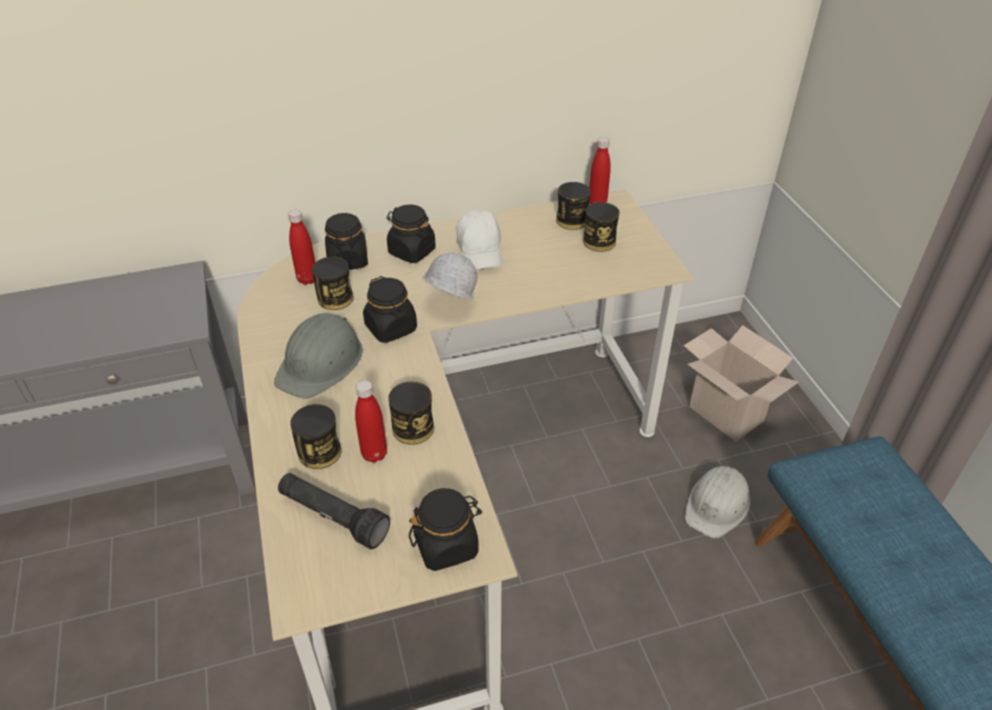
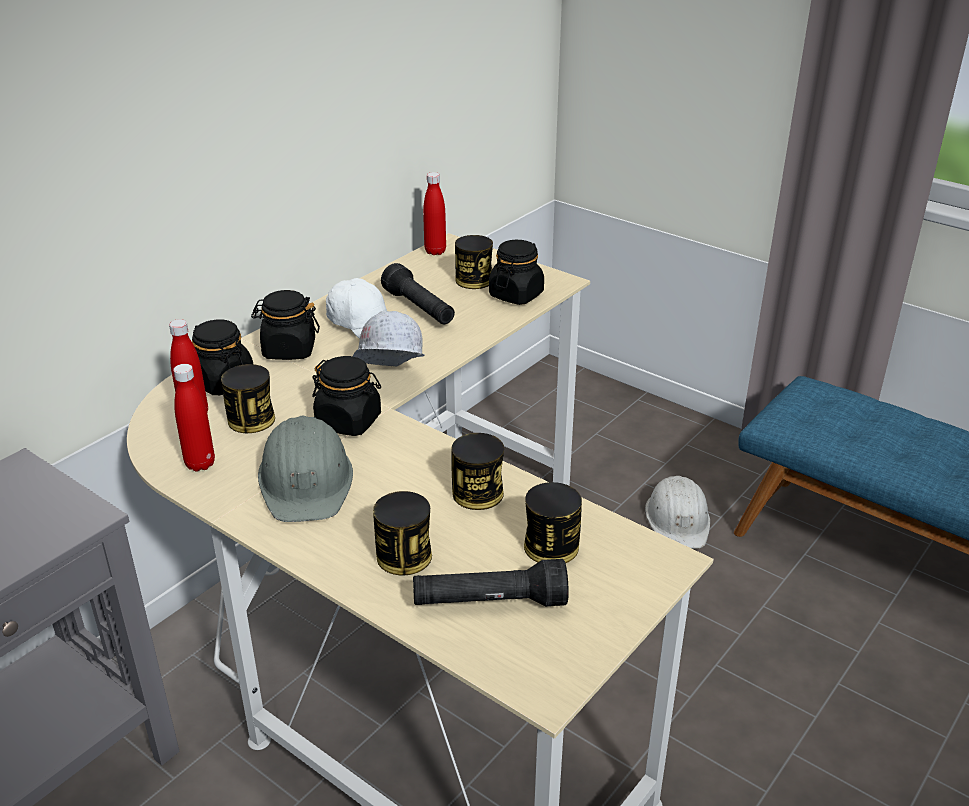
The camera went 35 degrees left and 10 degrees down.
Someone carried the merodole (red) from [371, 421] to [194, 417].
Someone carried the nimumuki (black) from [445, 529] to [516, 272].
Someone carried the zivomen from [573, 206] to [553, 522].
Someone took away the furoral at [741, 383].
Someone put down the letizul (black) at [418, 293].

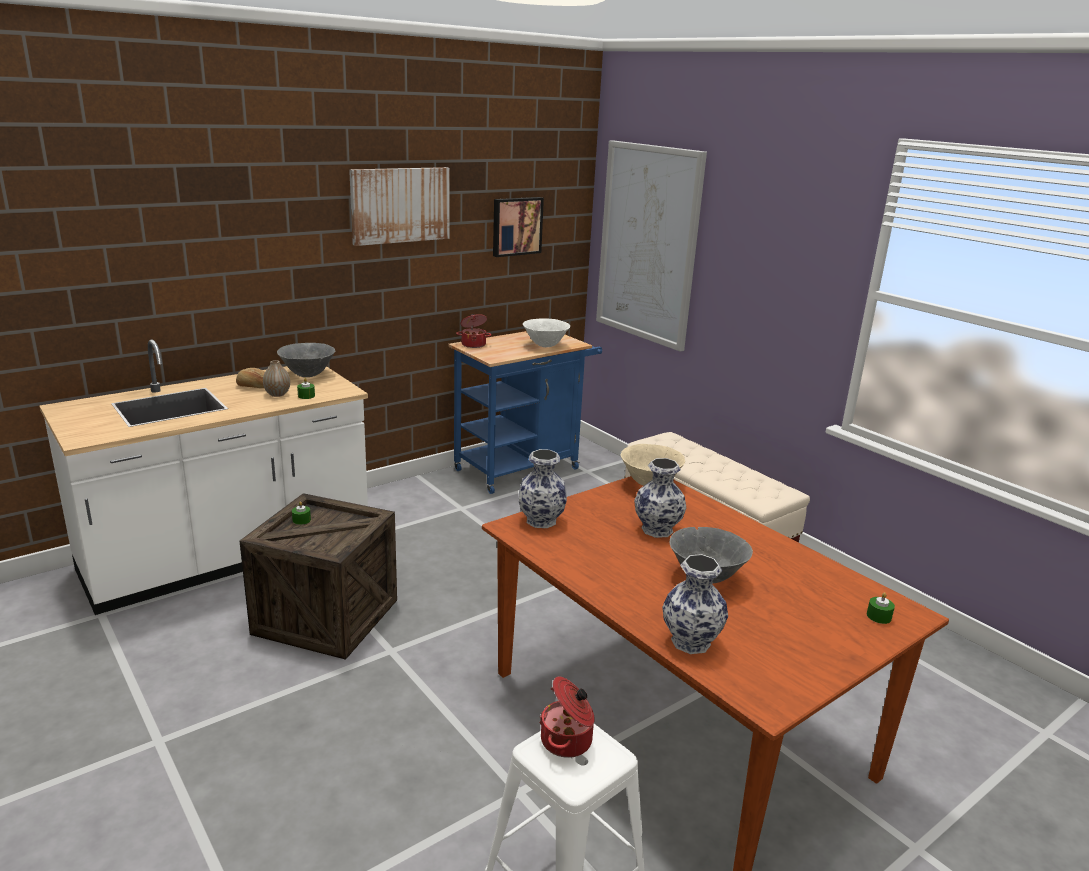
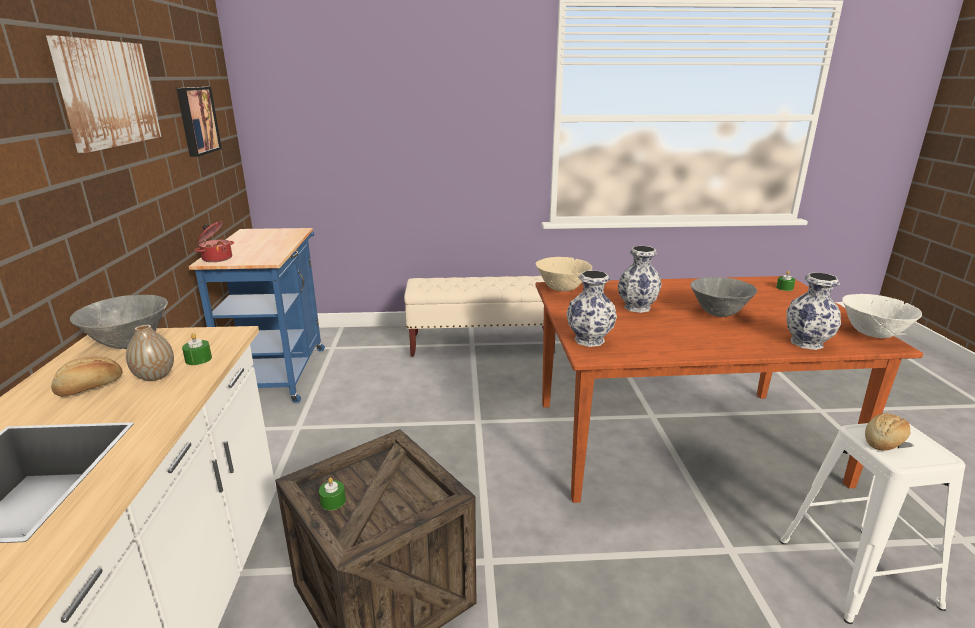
The camera went 55 degrees left and 0 degrees up.
Someone carried the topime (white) from [546, 332] to [882, 316].
Someone swapped the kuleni at [567, 717] for the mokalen at [887, 432].
Someone took away the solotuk at [651, 246].

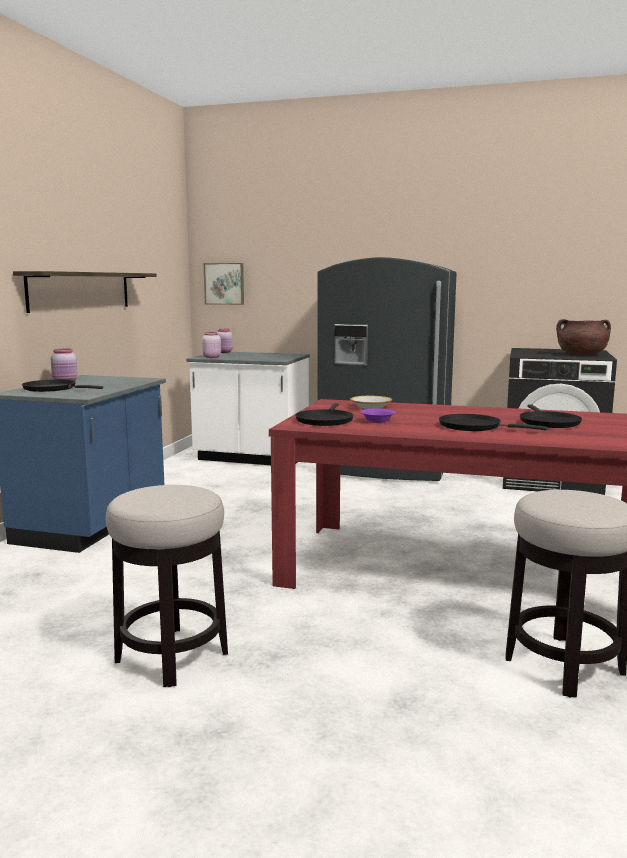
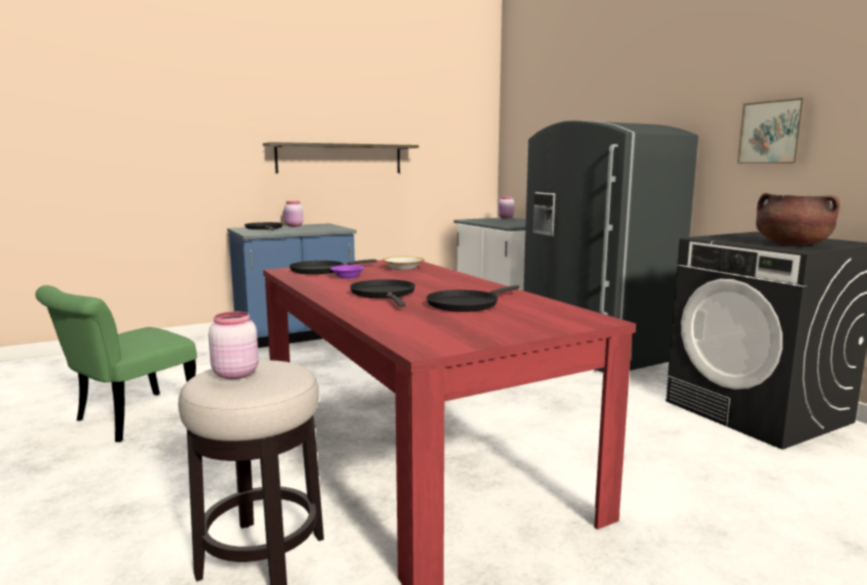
The camera went 45 degrees right and 0 degrees up.
Someone swapped the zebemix at [167, 586] for the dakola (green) at [116, 363].
Someone carried the nimumuki (pink) from [211, 345] to [233, 345].
Someone carried the solotuk from [224, 284] to [772, 131].

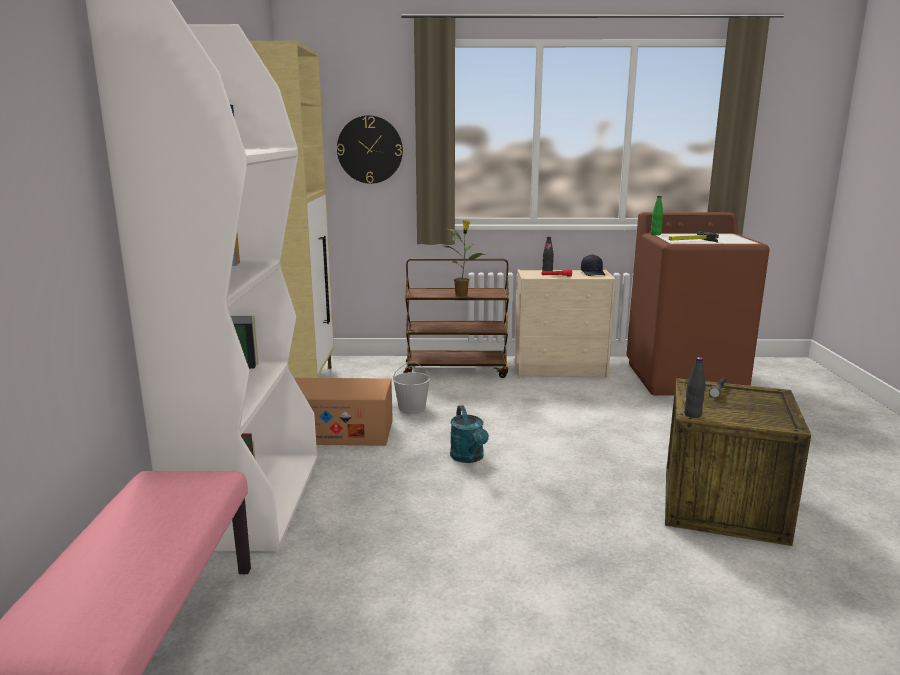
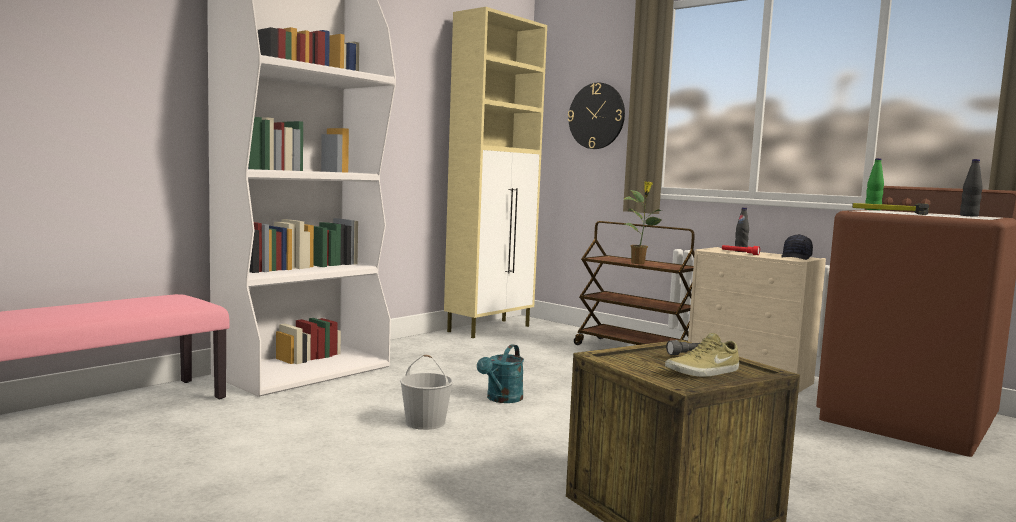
The camera went 40 degrees right and 10 degrees down.
Someone took away the furoral at [344, 412].
Someone carried the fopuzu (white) from [411, 387] to [426, 392].
Someone carried the merodole (black) from [695, 387] to [971, 188].
Someone put down the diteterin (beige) at [702, 355].

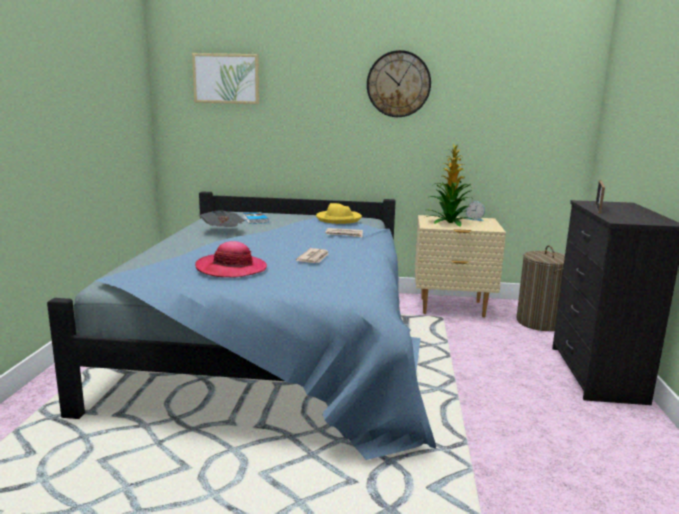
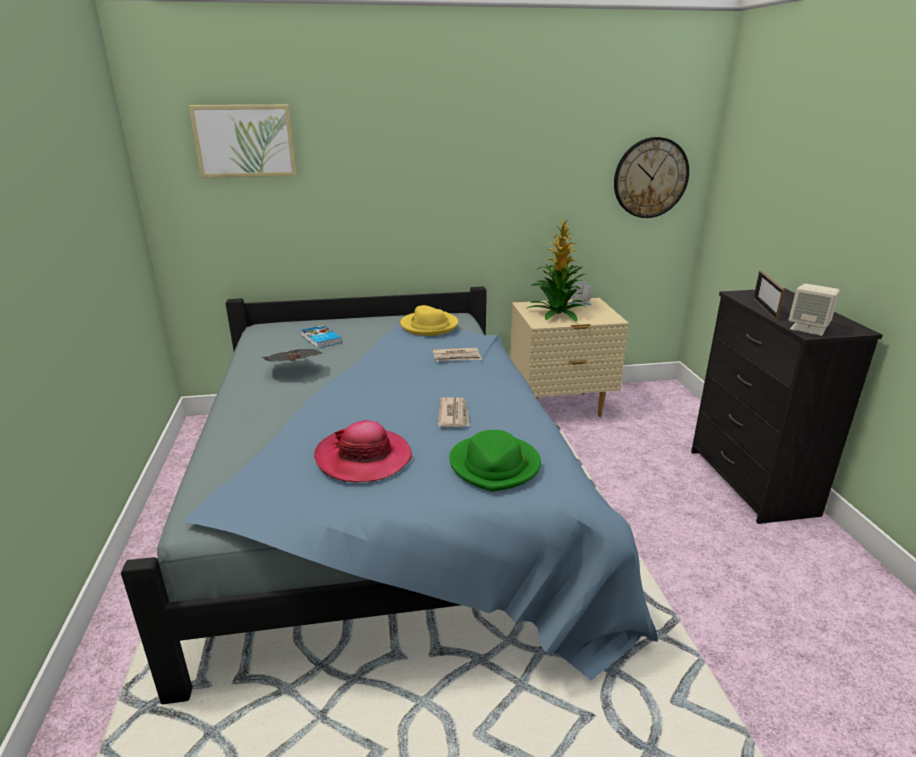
The camera went 15 degrees left and 10 degrees up.
Someone carried the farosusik from [399, 83] to [651, 177].
Someone took away the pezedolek at [541, 288].
Someone put down the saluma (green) at [495, 460].
Someone put down the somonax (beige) at [814, 310].

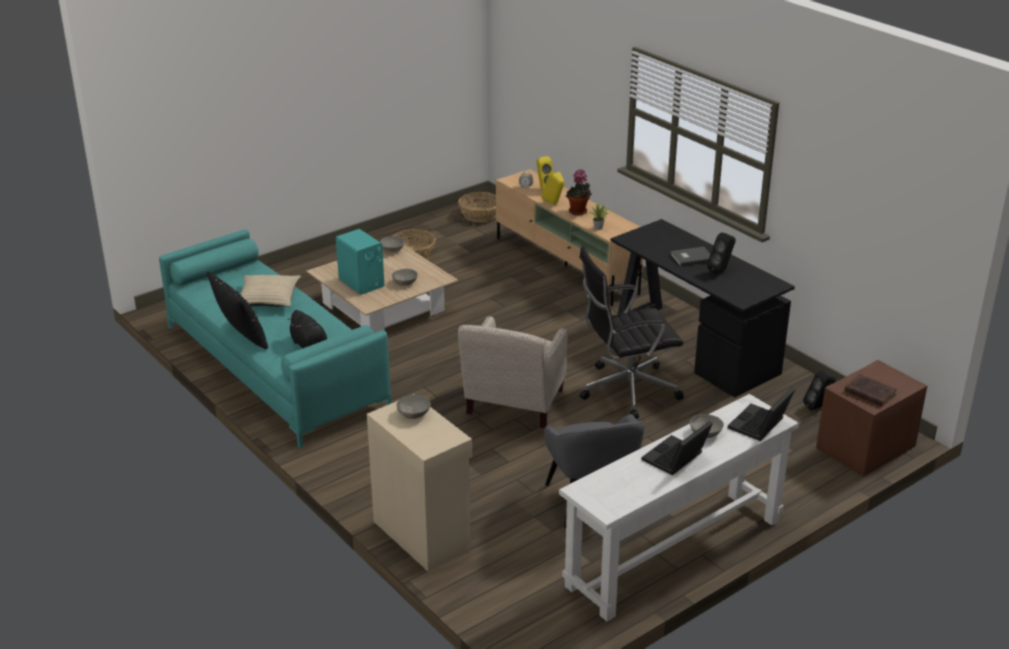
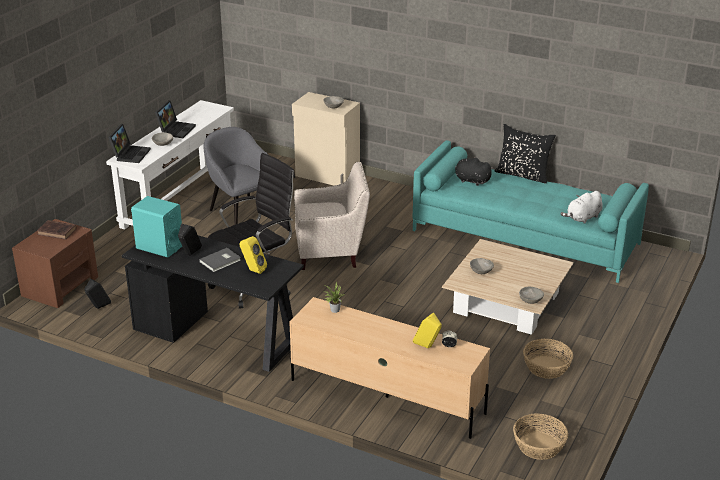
The camera went 155 degrees right and 0 degrees up.
Someone took away the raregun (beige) at [271, 291].
Someone carried the somonax (turquoise) from [360, 262] to [156, 227].
Someone rotated the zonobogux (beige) at [513, 372] by 90 degrees clockwise.
Someone carried the somonax (yellow) from [553, 188] to [253, 255].
Someone took away the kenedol at [579, 192].
Someone put down the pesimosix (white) at [582, 207].

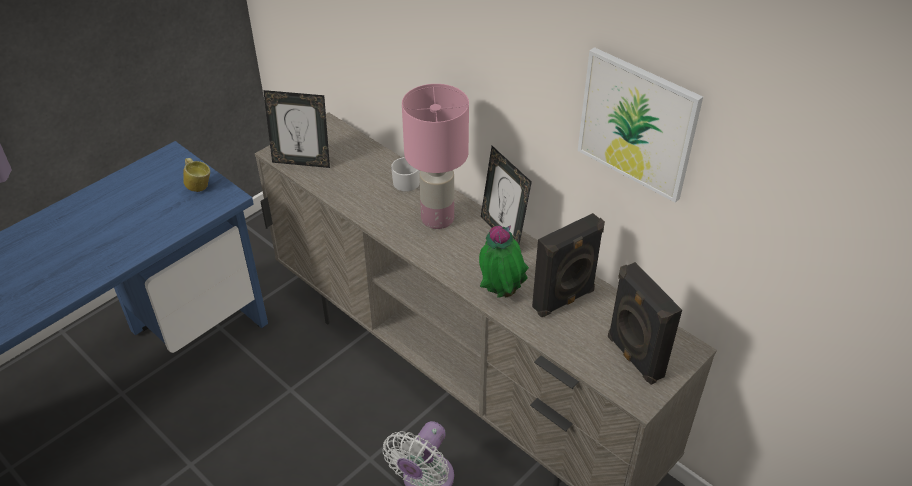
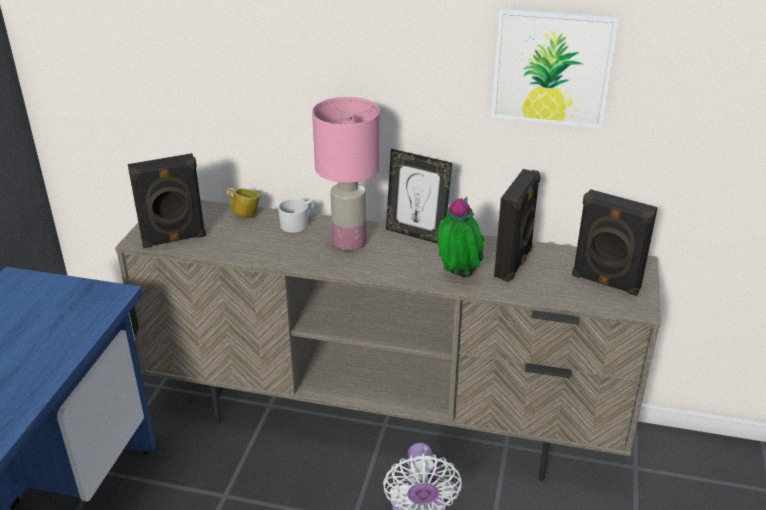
The camera went 30 degrees left and 10 degrees down.
Someone carried the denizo from [196, 175] to [243, 203].
Someone swapped the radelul at [296, 129] for the somonax (black) at [167, 200].

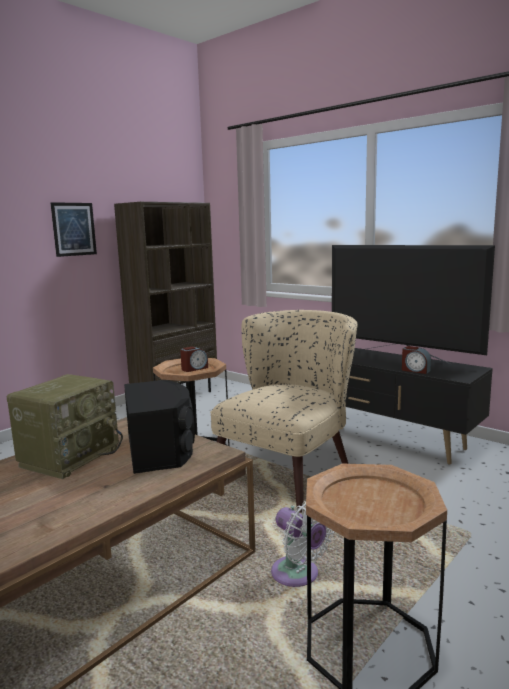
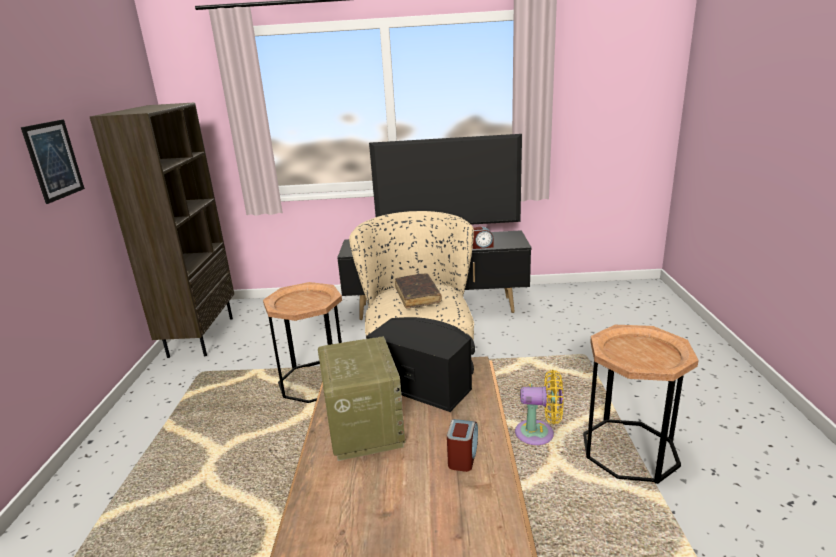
The camera went 40 degrees left and 10 degrees up.
Someone carried the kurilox from [194, 359] to [462, 445].
Someone repainted the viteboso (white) at [302, 544], which became the viteboso (yellow) at [539, 407].
Someone put down the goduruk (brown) at [418, 291].

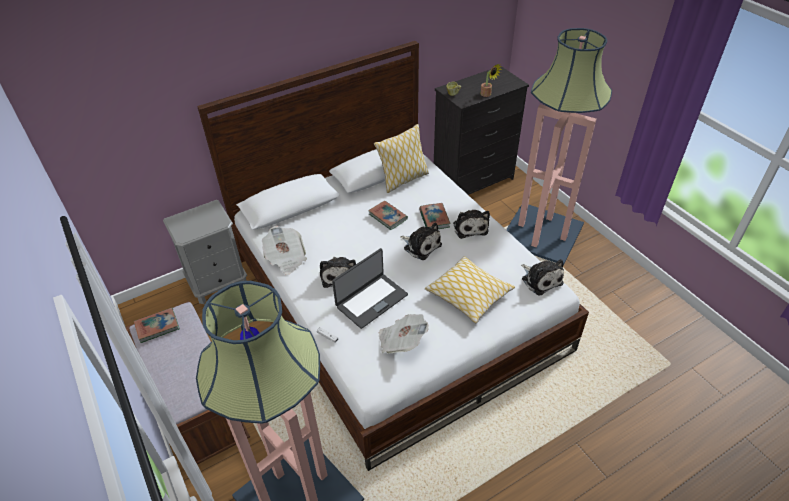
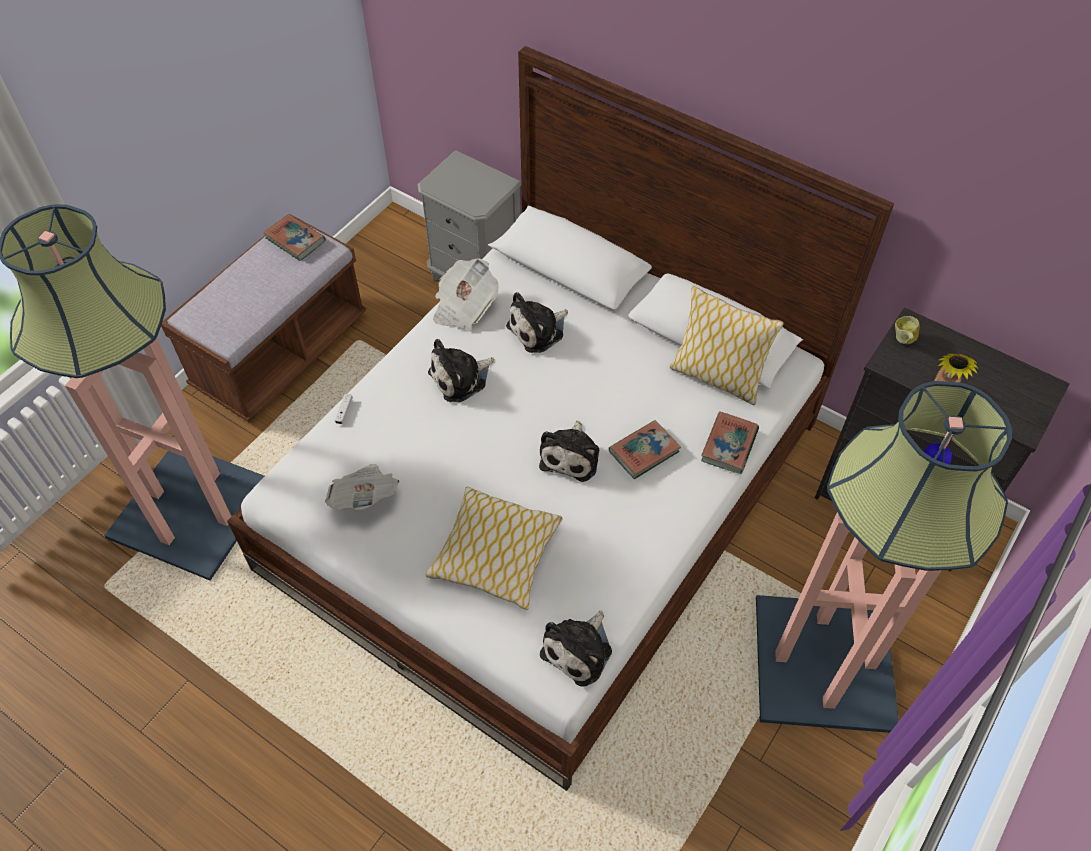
The camera went 65 degrees right and 10 degrees up.
Someone took away the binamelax at [370, 288].
Someone carried the goduruk from [388, 215] to [730, 442].
Someone carried the pesimosix from [471, 224] to [537, 322].

